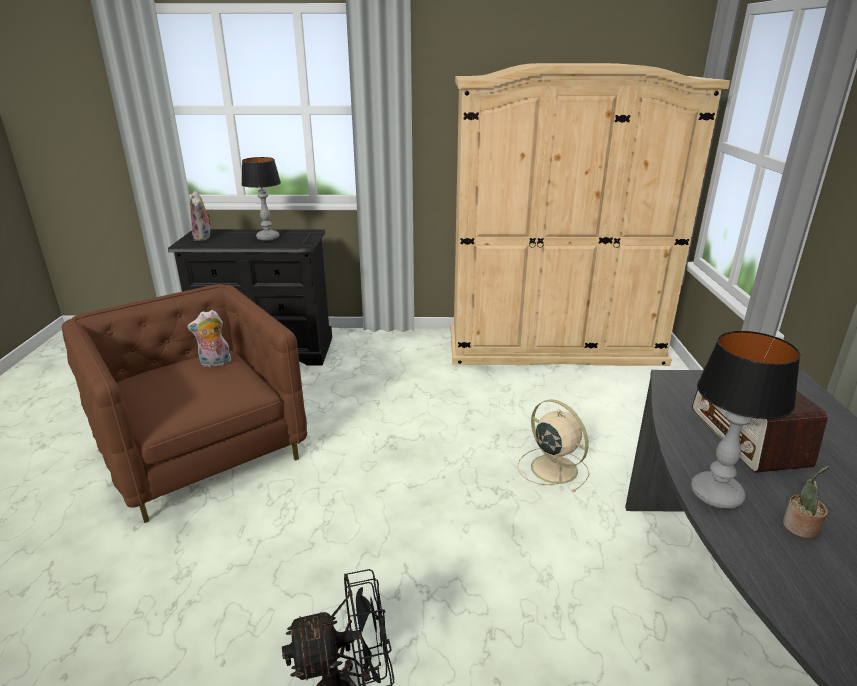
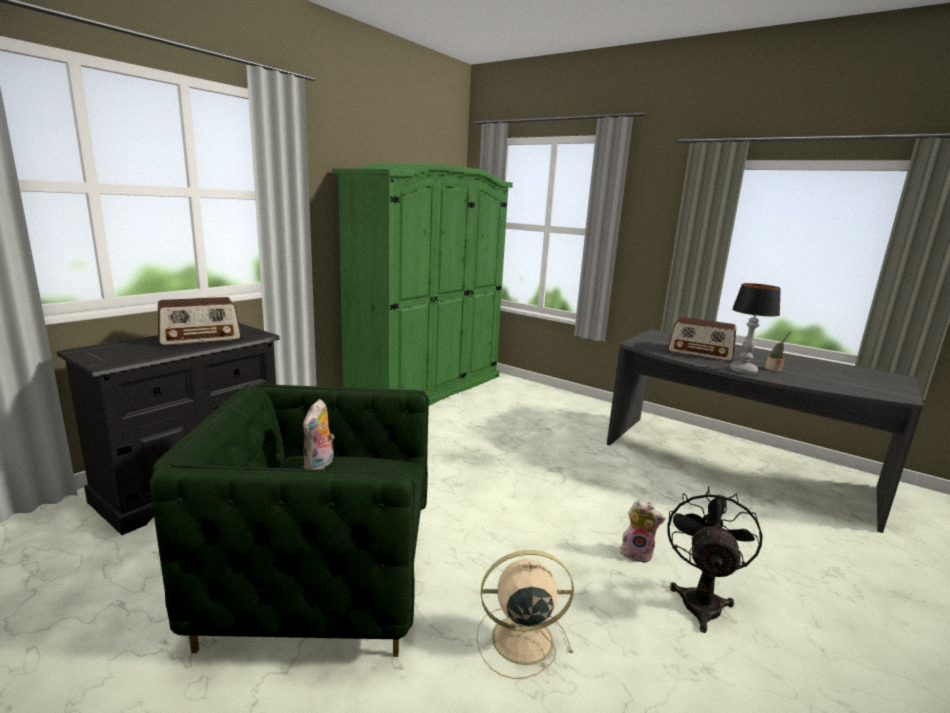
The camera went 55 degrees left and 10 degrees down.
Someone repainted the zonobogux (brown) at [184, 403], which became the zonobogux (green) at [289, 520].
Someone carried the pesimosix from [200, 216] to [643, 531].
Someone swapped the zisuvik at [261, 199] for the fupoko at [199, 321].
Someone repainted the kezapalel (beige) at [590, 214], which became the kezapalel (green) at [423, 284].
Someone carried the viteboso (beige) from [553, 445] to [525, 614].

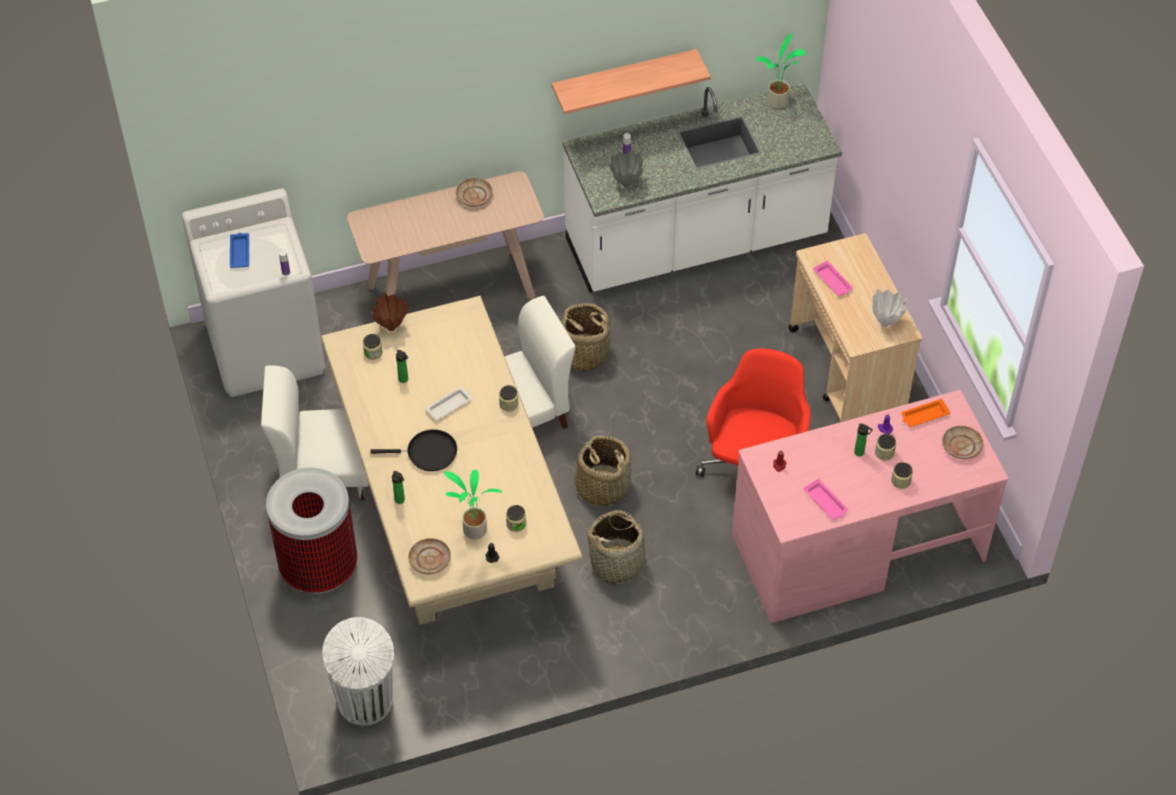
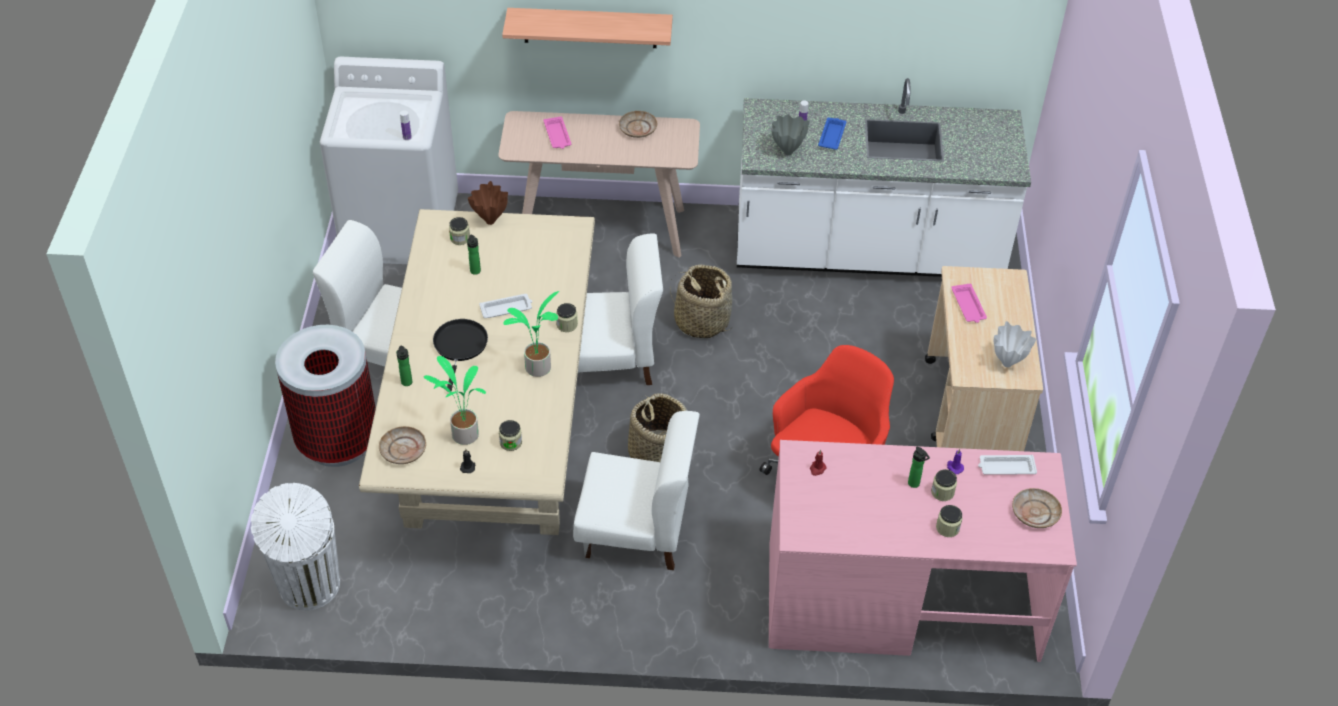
The camera went 20 degrees right and 5 degrees down.
Someone carried the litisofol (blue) from [239, 250] to [832, 134].
Someone rotated the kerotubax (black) at [413, 450] by 105 degrees counterclockwise.
Someone carried the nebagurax from [631, 81] to [587, 28].
Someone swapped the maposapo at [621, 547] for the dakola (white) at [636, 490].
Someone carried the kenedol from [781, 71] to [531, 334].
Someone carried the litisofol (pink) from [826, 499] to [557, 132].
Someone repainted the litisofol (orange) at [925, 413], which became the litisofol (white) at [1007, 464].

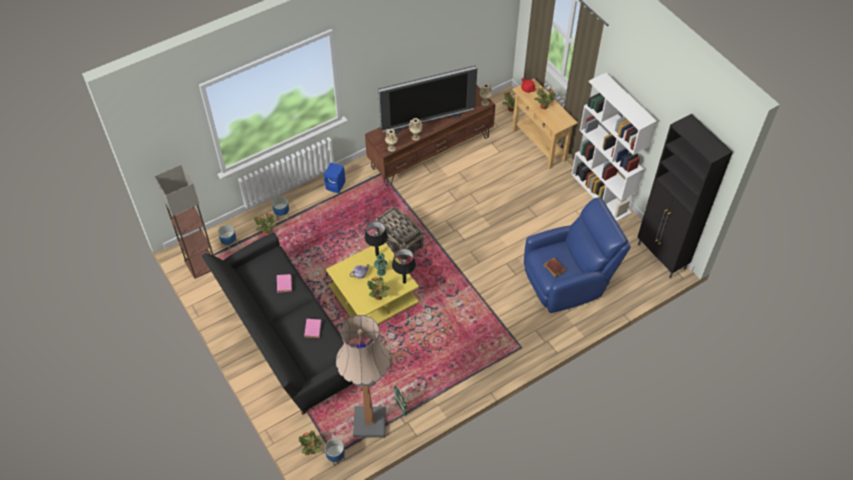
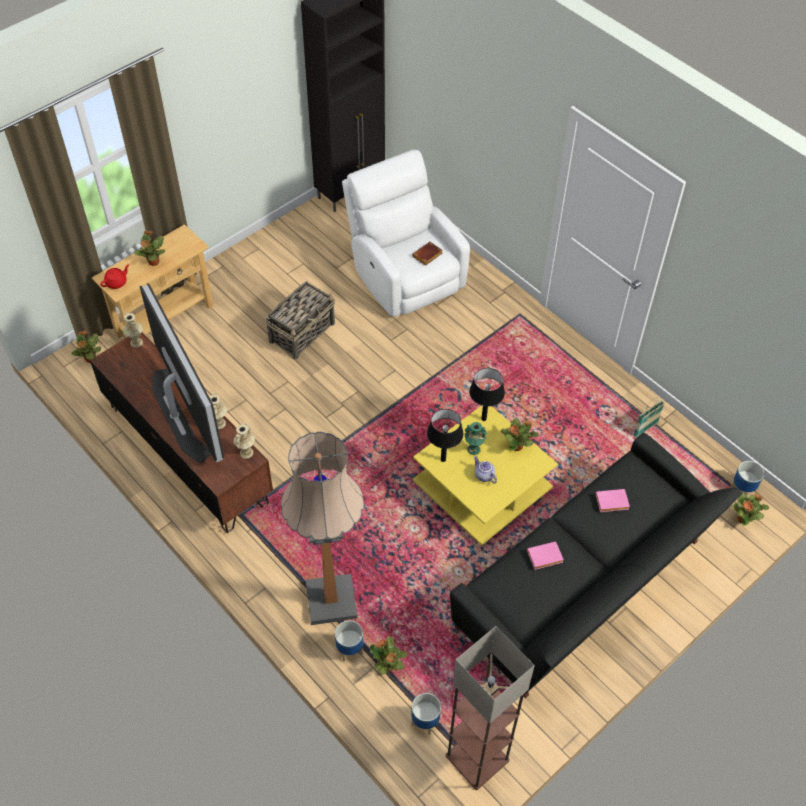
The camera went 100 degrees left and 0 degrees up.
Someone took away the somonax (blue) at [335, 178].
Someone carried the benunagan from [363, 376] to [322, 528].
Someone carried the maposapo from [399, 233] to [300, 320].
Someone repainted the zonobogux (blue) at [577, 255], which became the zonobogux (white) at [406, 233].
Someone took away the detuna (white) at [614, 147].

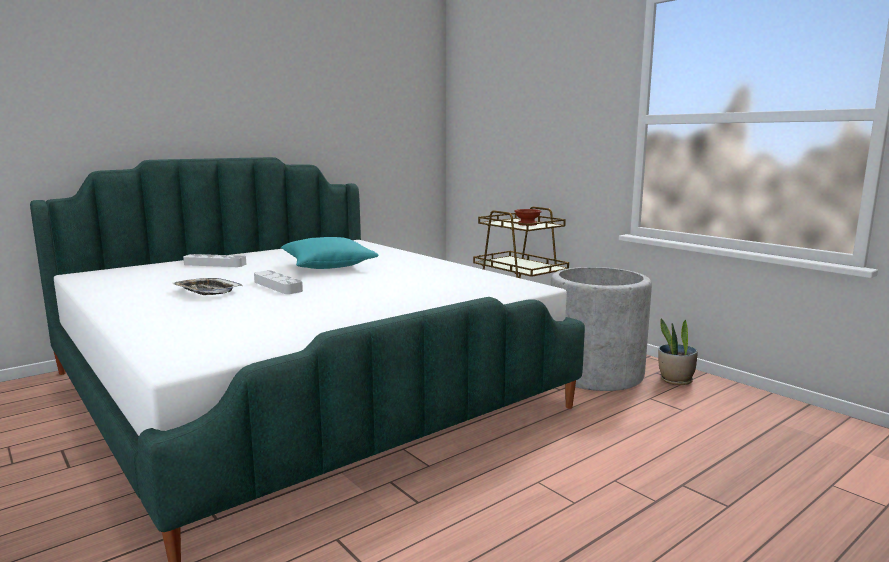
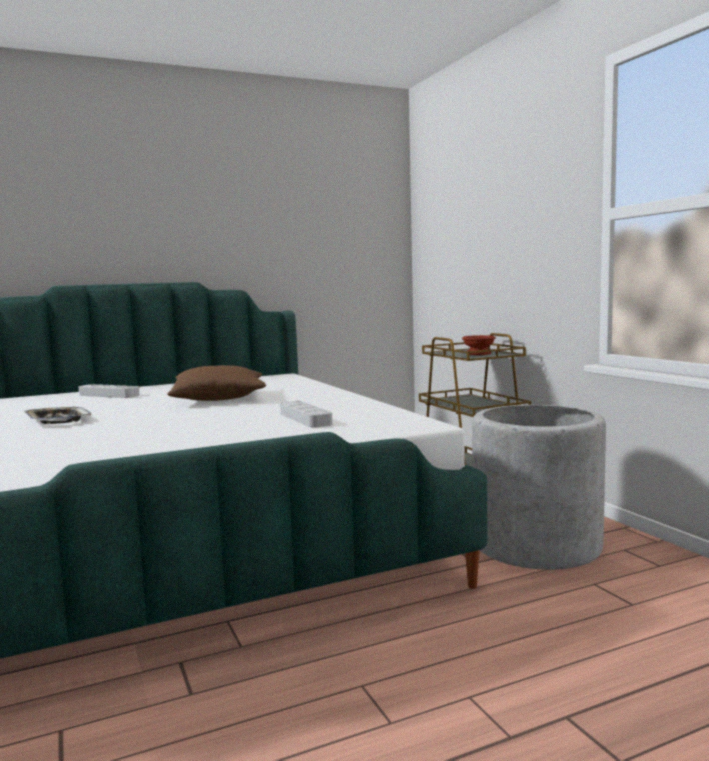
The camera went 15 degrees right and 5 degrees down.
Someone carried the litisofol (grey) from [278, 282] to [306, 414].
Someone repainted the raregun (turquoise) at [329, 253], which became the raregun (brown) at [216, 383].
Someone took away the kenedol at [678, 351].

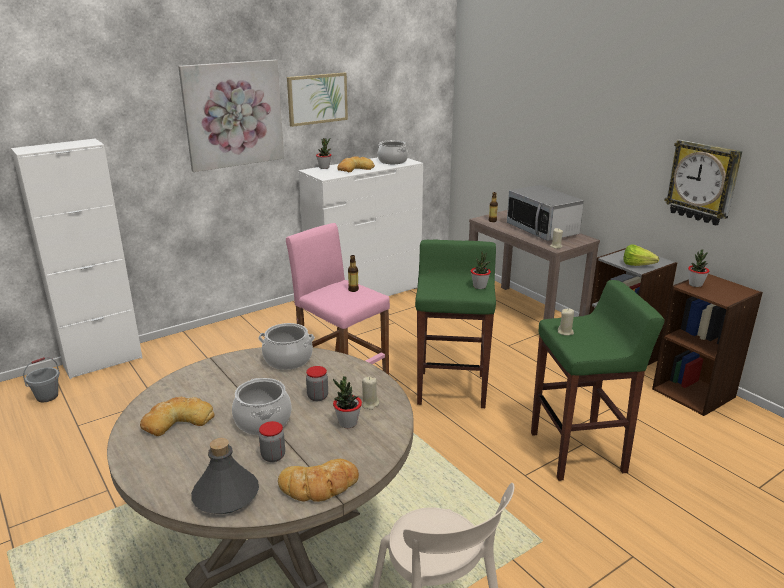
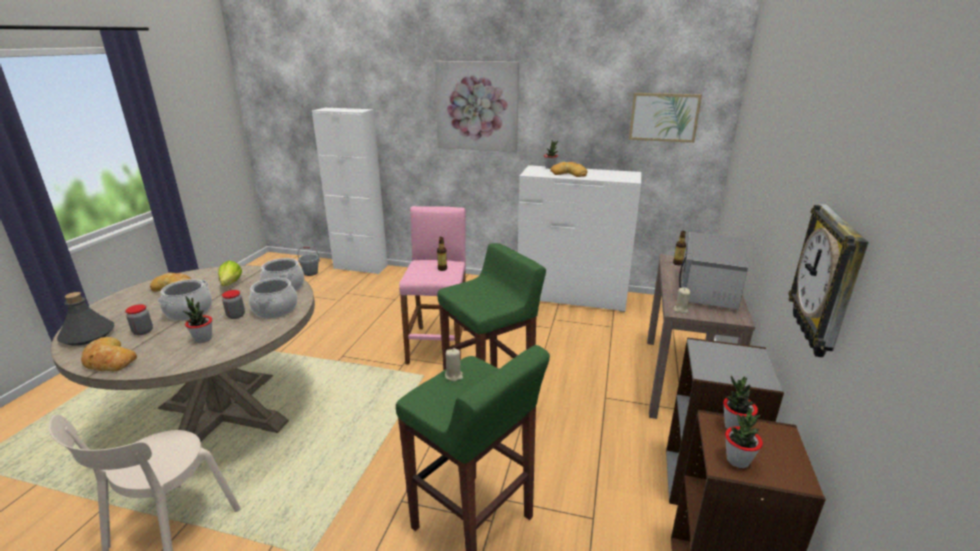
The camera went 50 degrees right and 0 degrees up.
Someone carried the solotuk from [317, 100] to [665, 118].
Someone took away the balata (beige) at [370, 393].
Someone carried the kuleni from [393, 152] to [273, 297].
Someone carried the kenedol from [481, 270] to [744, 438].
Someone carried the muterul from [641, 255] to [230, 273].

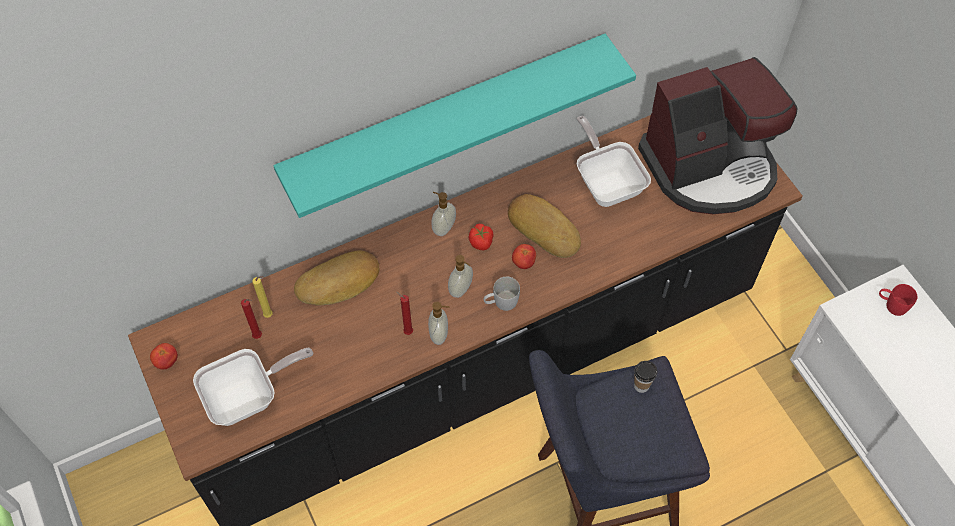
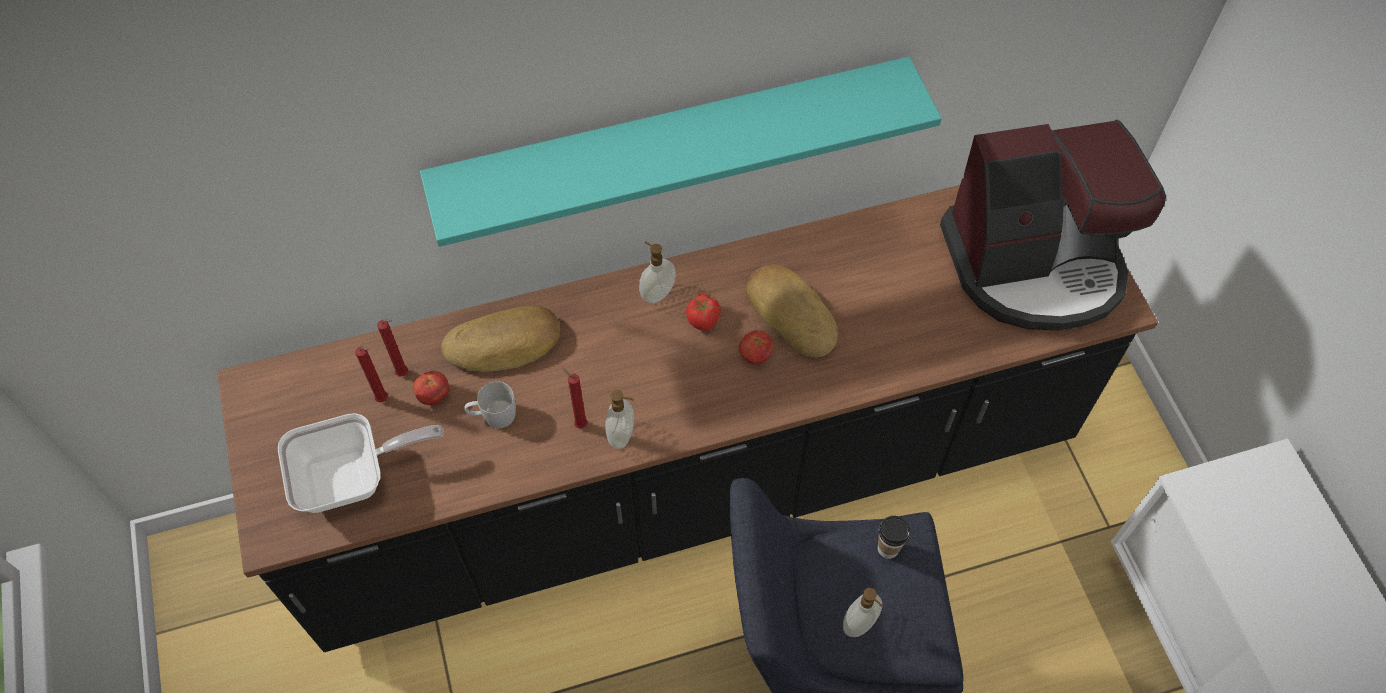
The camera went 10 degrees right and 0 degrees up.
Someone carried the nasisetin from [164, 356] to [431, 388].
Someone repainted the balata (yellow) at [262, 297], which became the balata (red) at [392, 348].
Someone carried the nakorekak from [460, 276] to [863, 612].
Someone carried the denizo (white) from [502, 294] to [490, 404].
Someone took away the kerotubax at [614, 161].
Someone took away the denizo (red) at [898, 300].

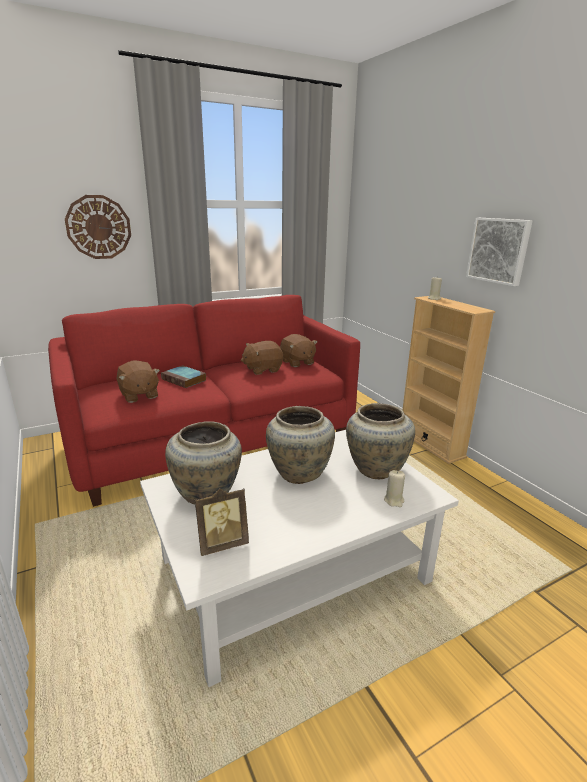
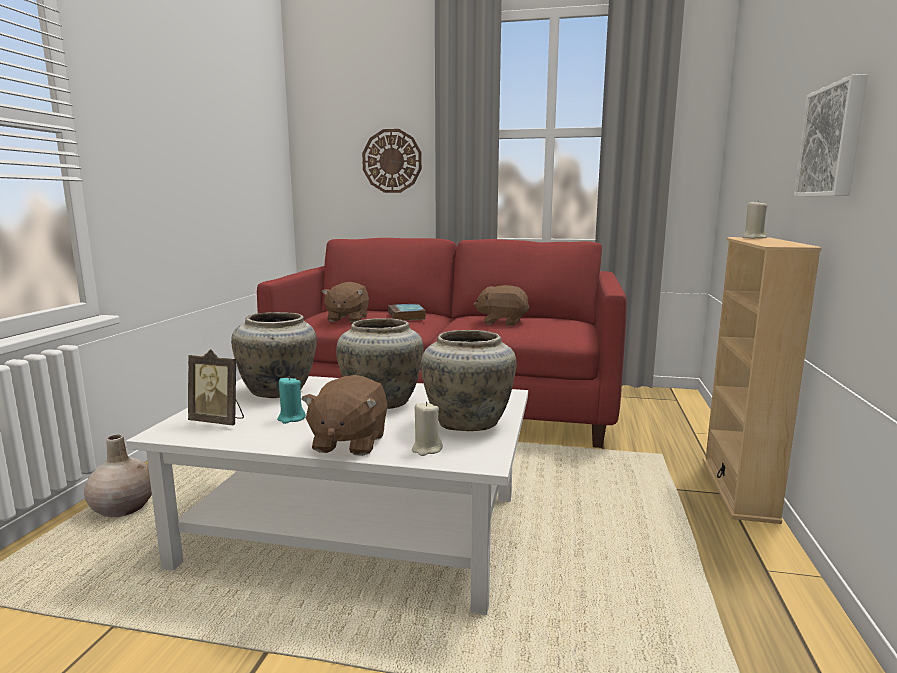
The camera went 40 degrees right and 10 degrees down.
Someone carried the pesimosix (brown) from [298, 350] to [344, 415].
Someone put down the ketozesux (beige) at [118, 476].
Someone put down the balata (turquoise) at [291, 400].

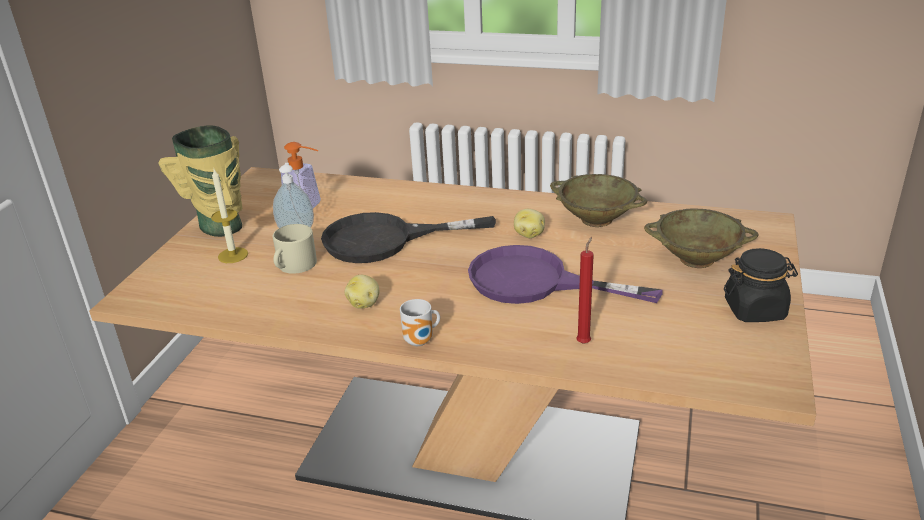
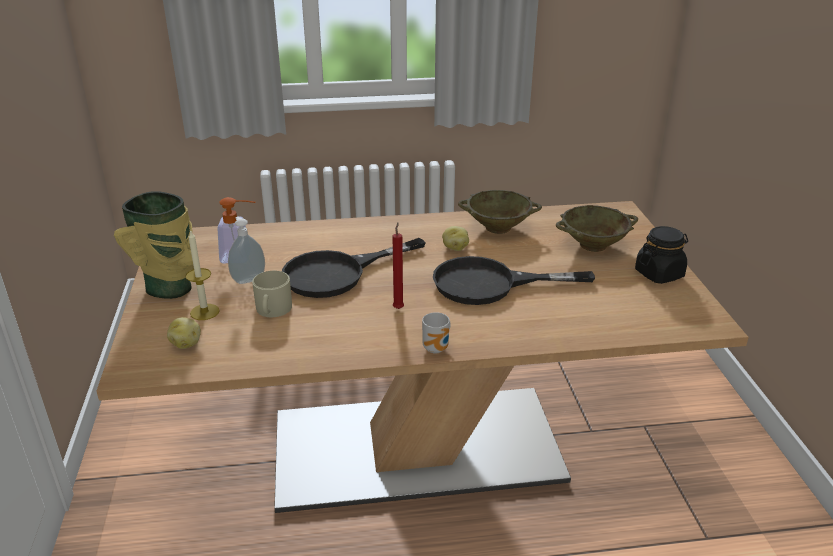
The camera went 25 degrees left and 0 degrees up.
Someone carried the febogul from [362, 292] to [184, 333].
Someone repainted the kerotubax (purple) at [565, 274], which became the kerotubax (black) at [514, 280].
Someone carried the balata (red) from [585, 290] to [398, 265].

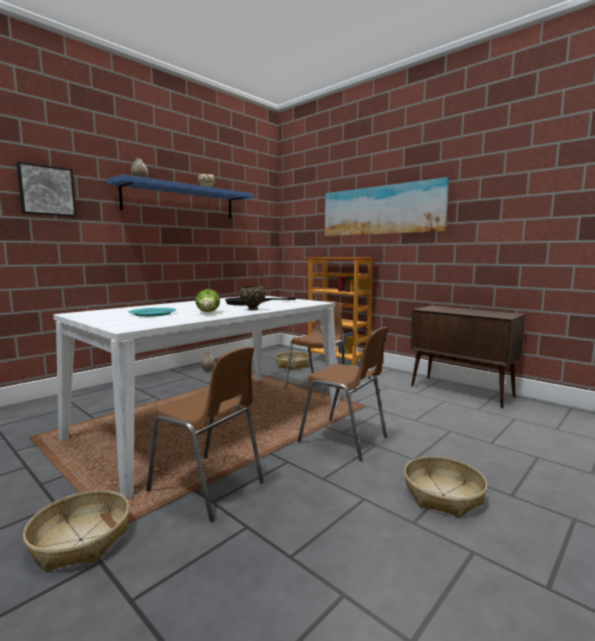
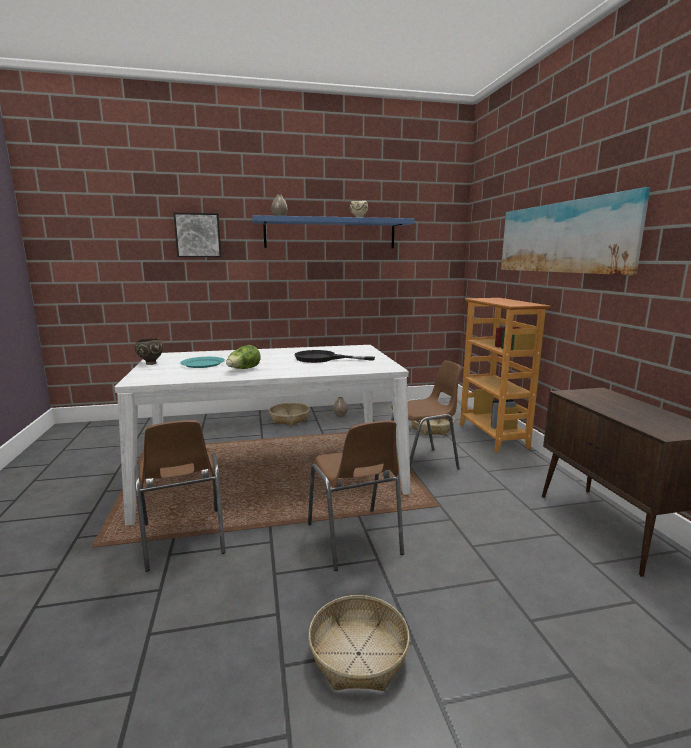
The camera went 35 degrees right and 5 degrees up.
Someone carried the maposapo from [76, 531] to [289, 414].
Someone carried the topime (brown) from [252, 297] to [149, 352].

